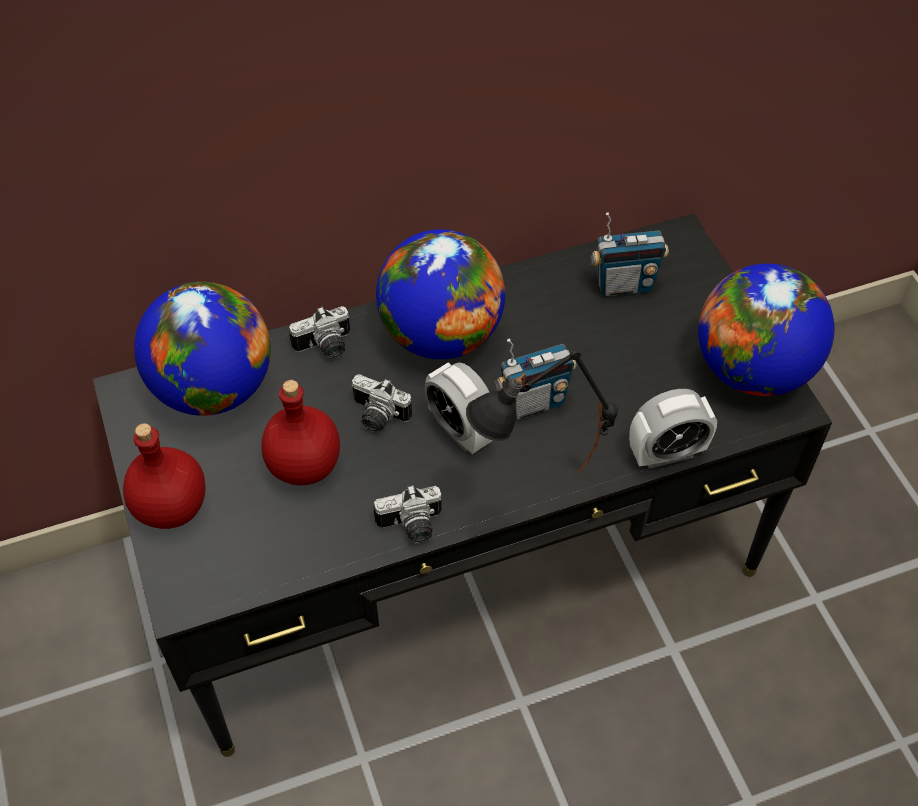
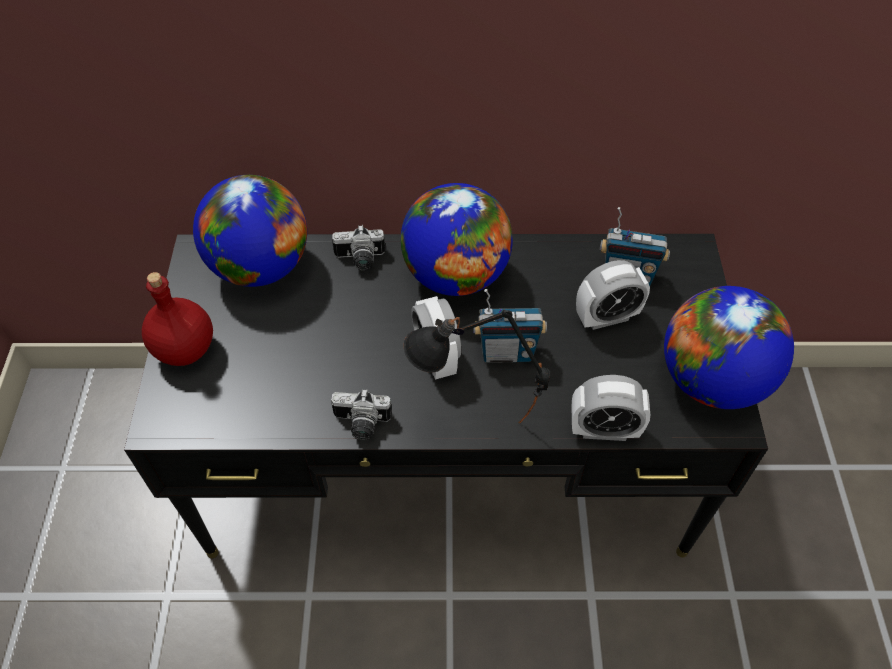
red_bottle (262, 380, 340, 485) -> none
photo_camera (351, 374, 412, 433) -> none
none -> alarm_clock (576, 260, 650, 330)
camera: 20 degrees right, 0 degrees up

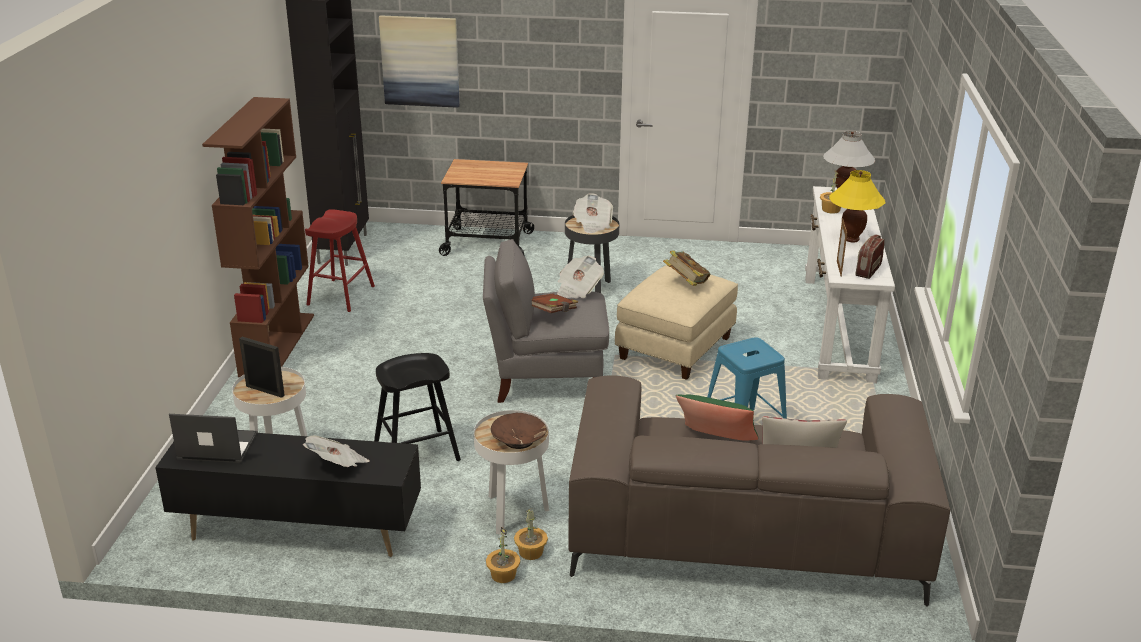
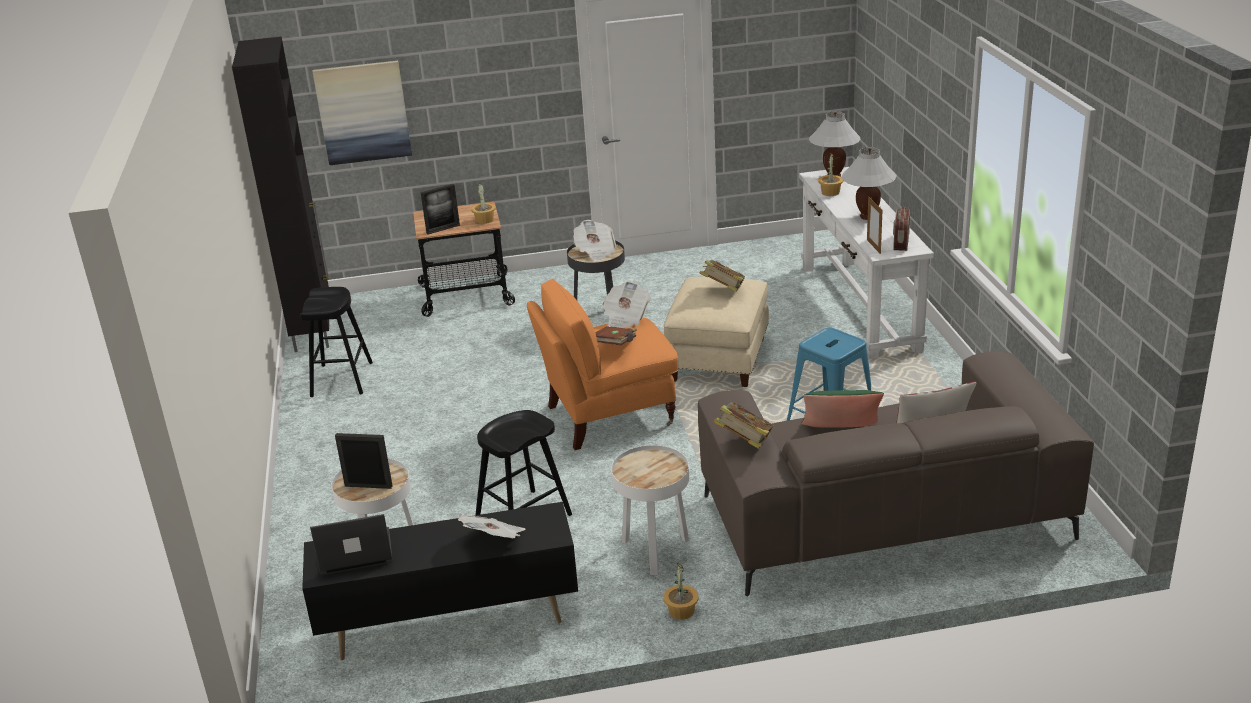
brown_bookcase (202, 97, 314, 377) -> none
red_stool (305, 209, 375, 312) -> black_stool (300, 287, 373, 397)
grey_armchair (483, 239, 609, 403) -> orange_armchair (527, 279, 679, 450)
brown_bowl (491, 413, 547, 449) -> none
potted_plant (514, 508, 548, 560) -> potted_plant (471, 182, 496, 224), moved
yellow_table_lamp (829, 170, 885, 243) -> white_table_lamp (841, 147, 897, 220)
none -> picture_frame (421, 184, 460, 234)
none -> book (713, 402, 773, 449)
camera: 15 degrees left, 0 degrees up

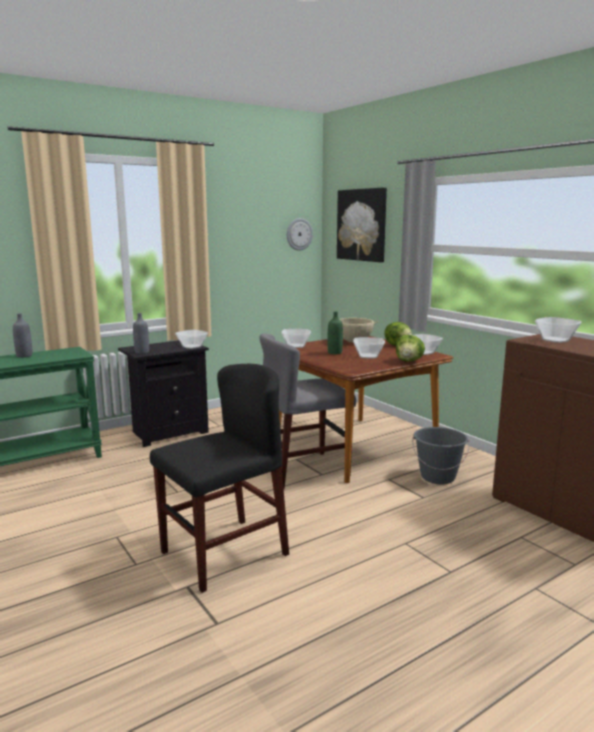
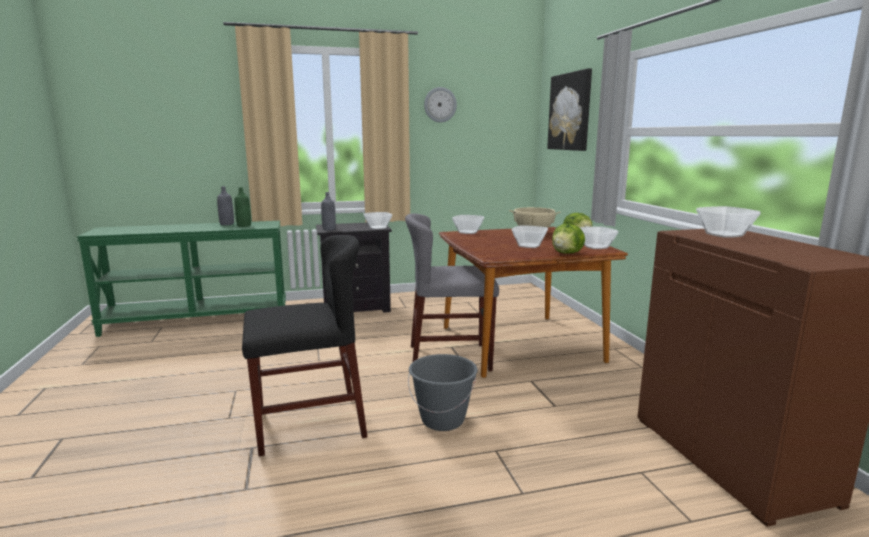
wall_clock (287, 218, 313, 251) -> wall_clock (424, 87, 457, 122), moved
green_bottle (327, 311, 343, 354) -> green_bottle (234, 187, 251, 227), moved
grey_bucket (412, 427, 469, 484) -> grey_bucket (408, 354, 478, 431), moved
camera: 20 degrees right, 0 degrees up

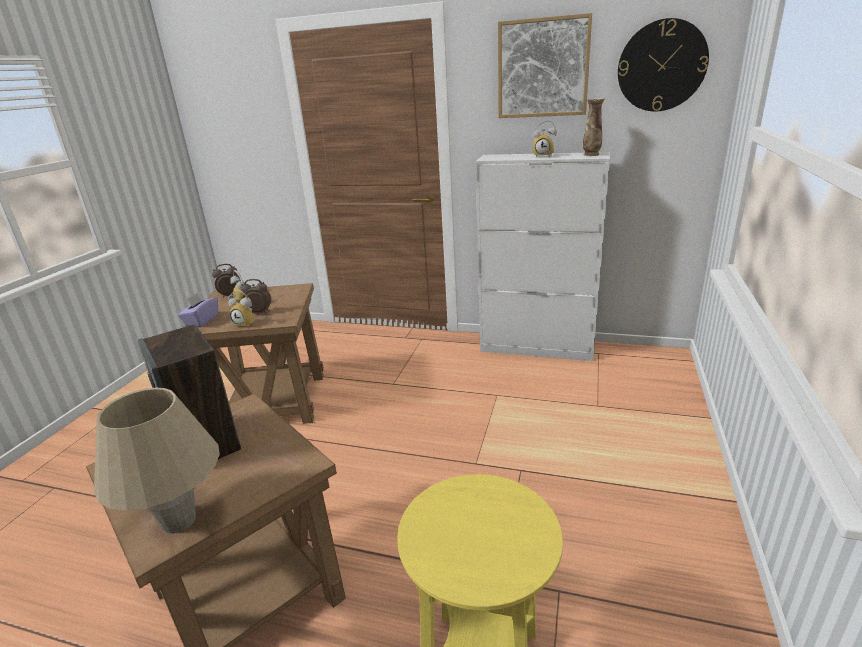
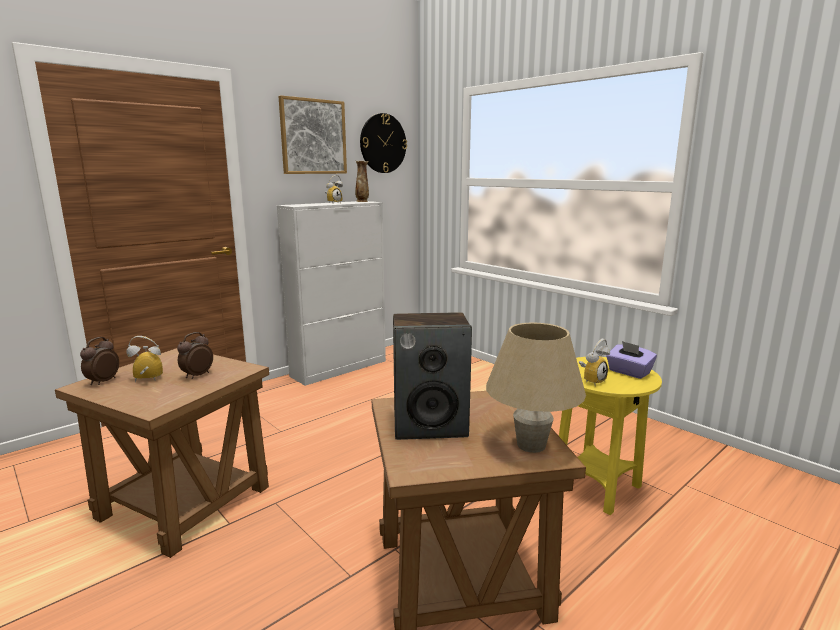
purple_tissue_box (178, 293, 218, 327) -> purple_tissue_box (606, 341, 657, 379), moved
alarm_clock (228, 290, 255, 328) -> alarm_clock (579, 339, 610, 384), moved
camera: 60 degrees left, 10 degrees down

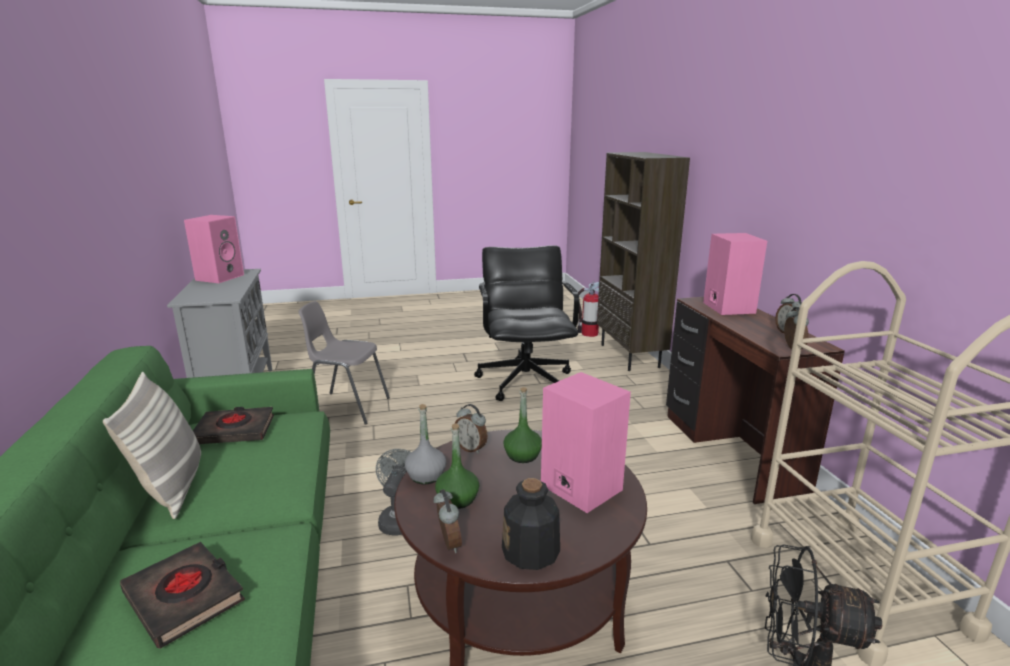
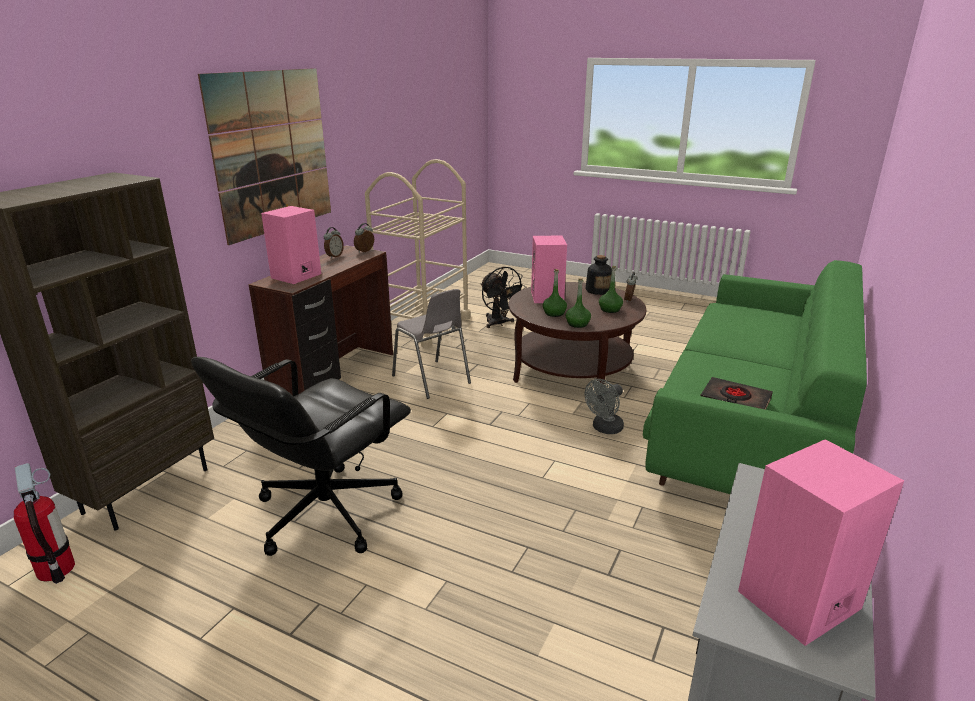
pillow (103, 372, 201, 519) -> none
black_book (120, 542, 245, 649) -> none
grey_chair (298, 301, 390, 424) -> grey_chair (392, 289, 471, 399), moved
grey_bottle (405, 404, 446, 484) -> none
alarm_clock (454, 404, 488, 454) -> green_bottle (566, 278, 591, 328)
none -> picture (198, 68, 331, 245)
camera: 140 degrees left, 5 degrees up

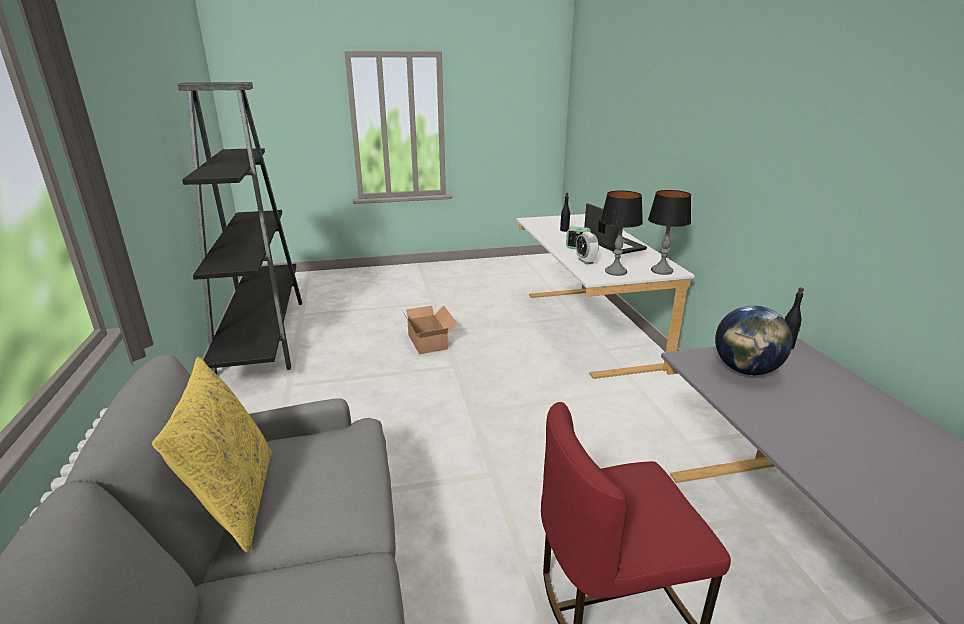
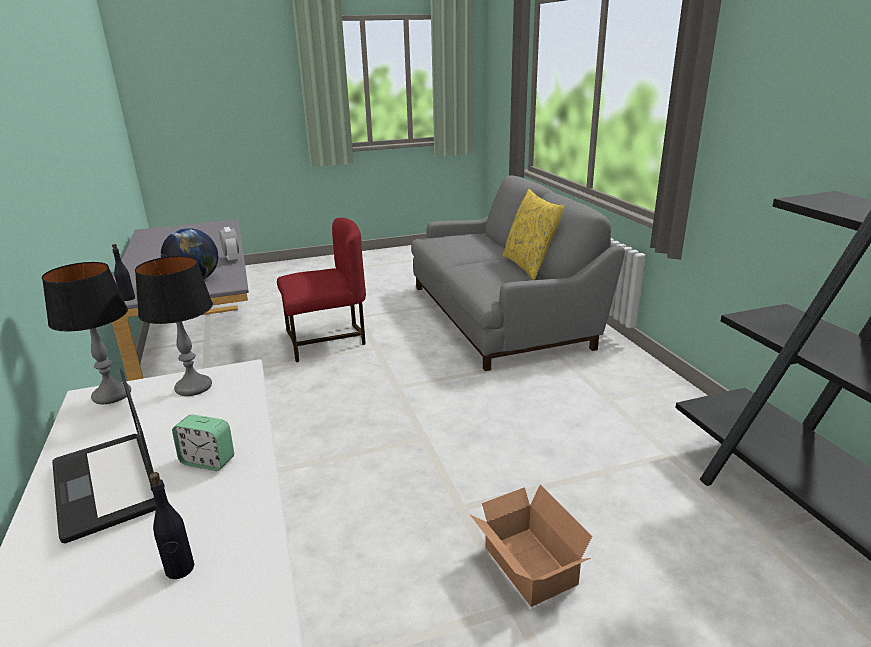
alarm_clock (576, 232, 599, 265) -> alarm_clock (219, 227, 239, 263), moved
camera: 175 degrees right, 0 degrees up

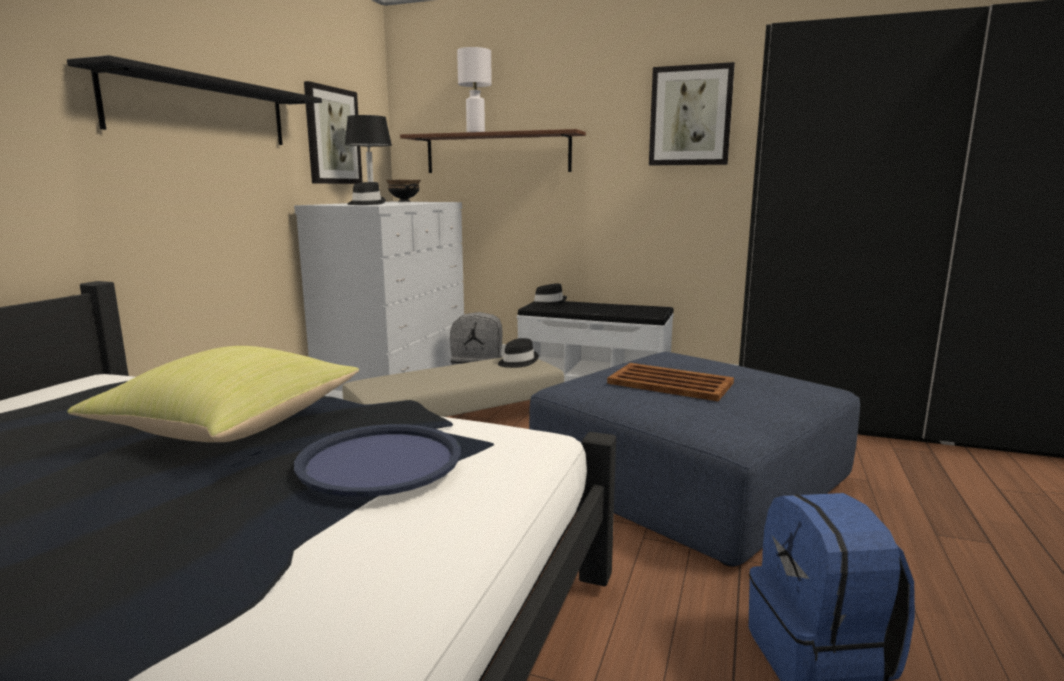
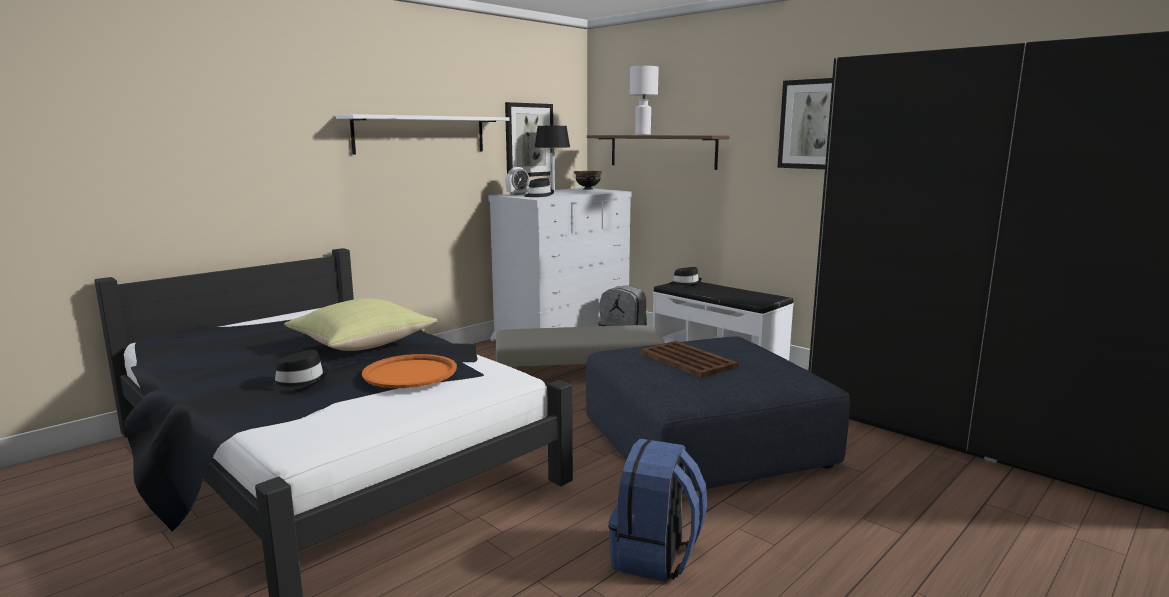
black_shelf (67, 55, 322, 145) -> white_shelf (336, 114, 509, 155)
blue_tray (294, 424, 461, 497) -> orange_tray (362, 354, 457, 388)
black_hat (498, 338, 539, 368) -> black_hat (268, 350, 329, 391), moved
none -> alarm_clock (506, 167, 529, 195)
camera: 25 degrees right, 0 degrees up

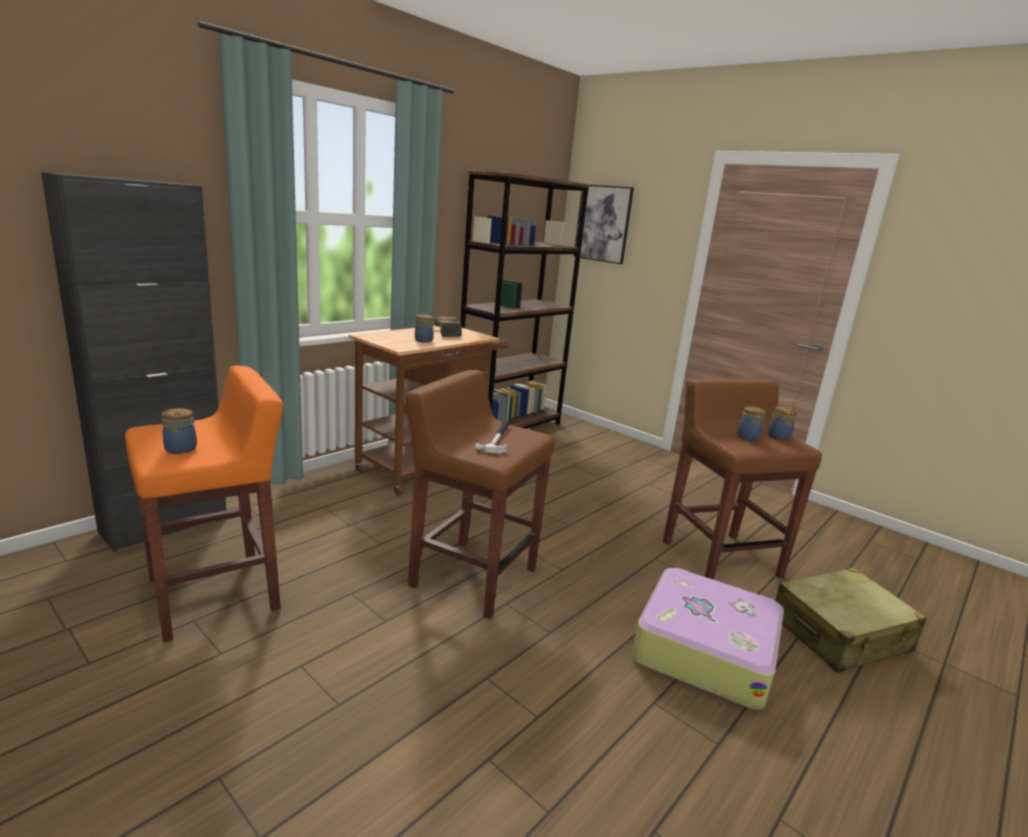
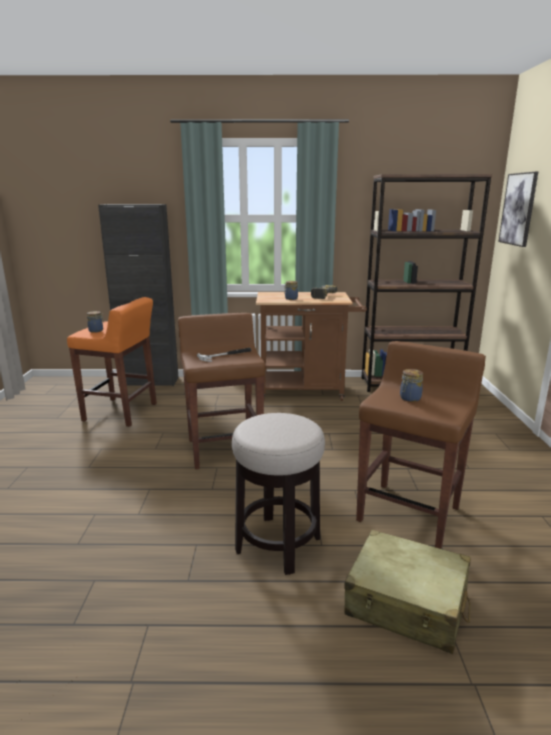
suitcase (632, 568, 784, 710) -> stool (232, 413, 325, 575)
jar (768, 406, 797, 441) -> none
camera: 50 degrees right, 0 degrees up

